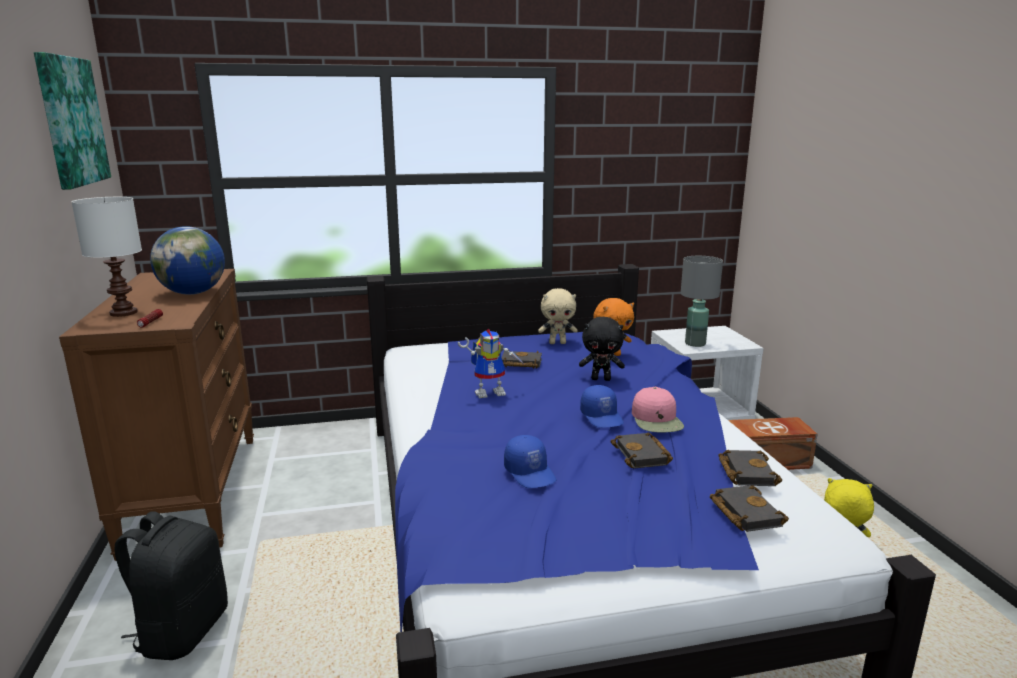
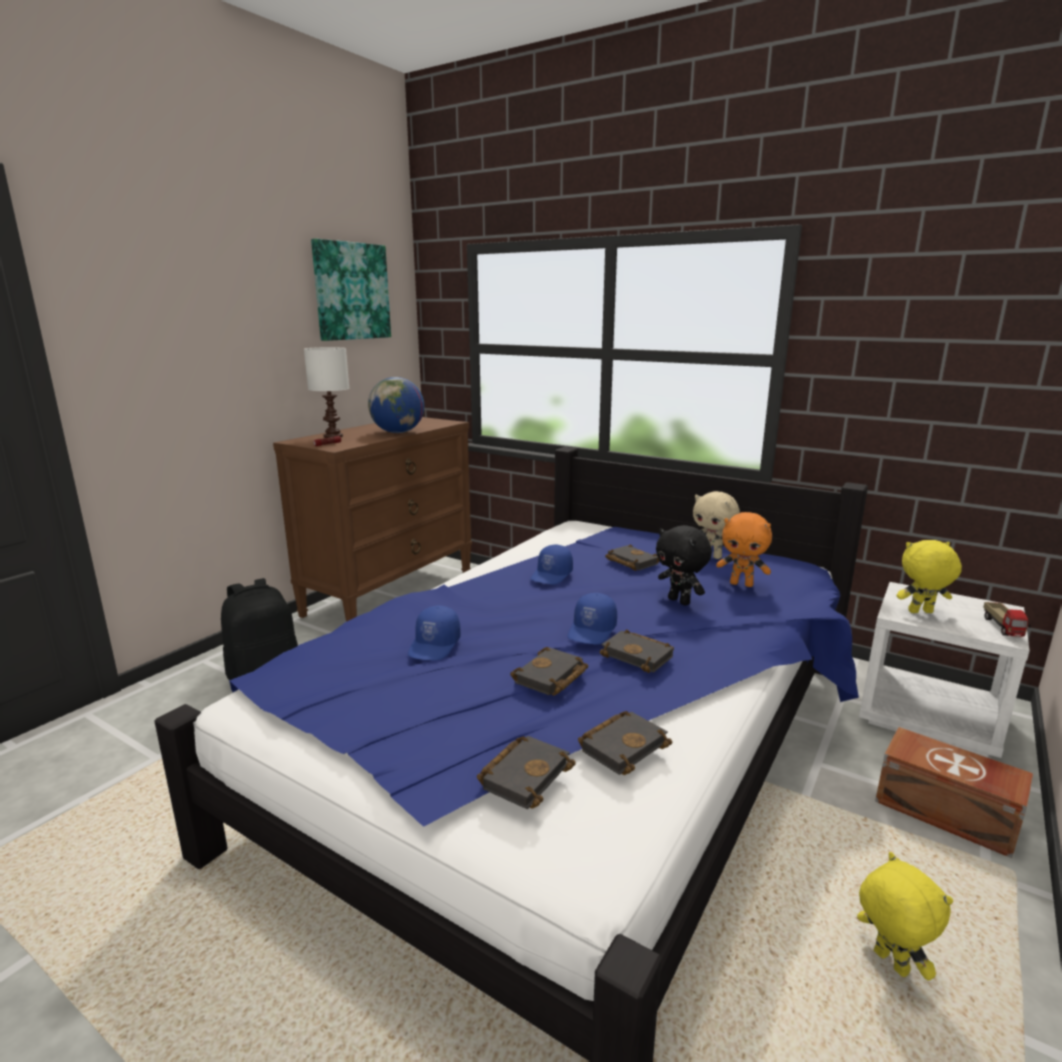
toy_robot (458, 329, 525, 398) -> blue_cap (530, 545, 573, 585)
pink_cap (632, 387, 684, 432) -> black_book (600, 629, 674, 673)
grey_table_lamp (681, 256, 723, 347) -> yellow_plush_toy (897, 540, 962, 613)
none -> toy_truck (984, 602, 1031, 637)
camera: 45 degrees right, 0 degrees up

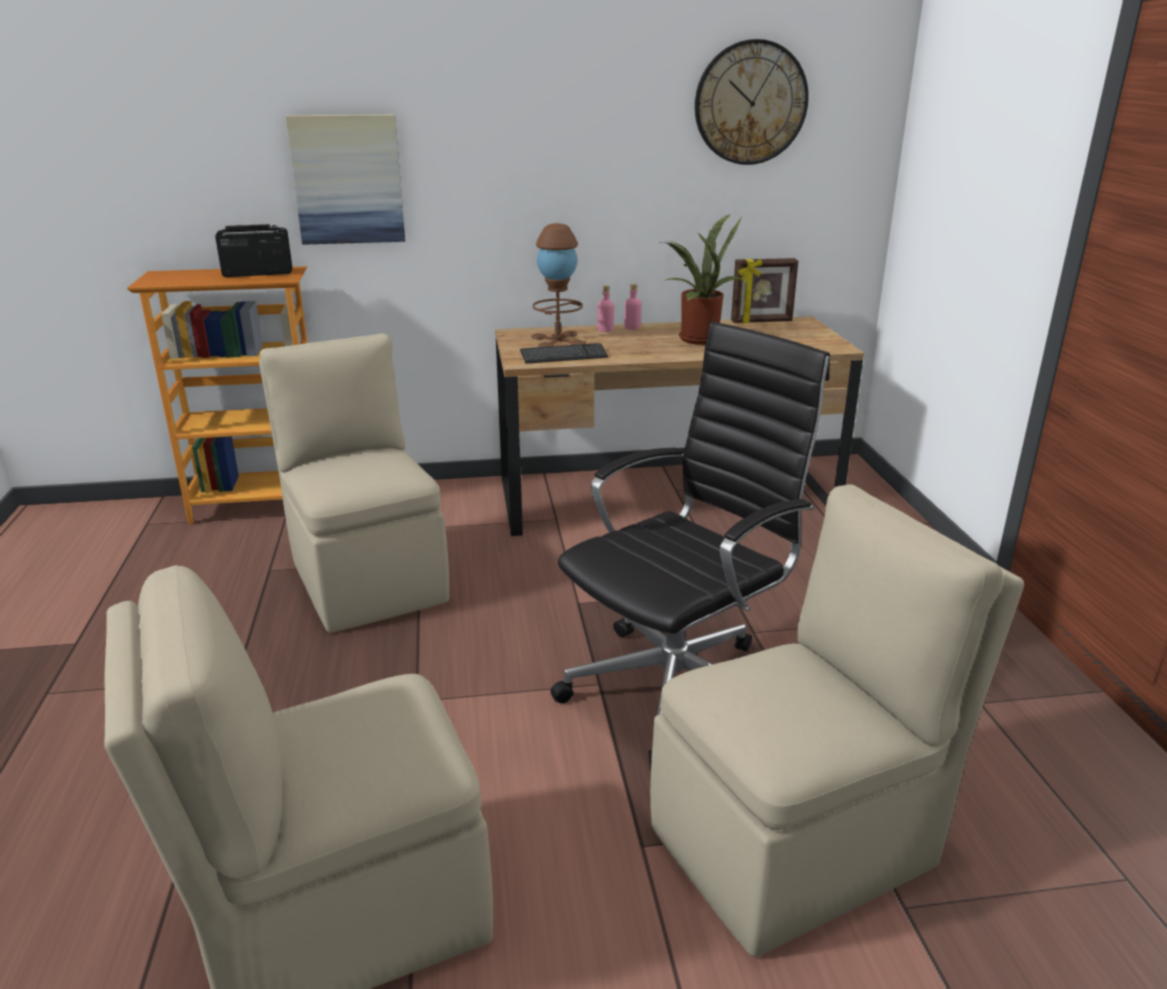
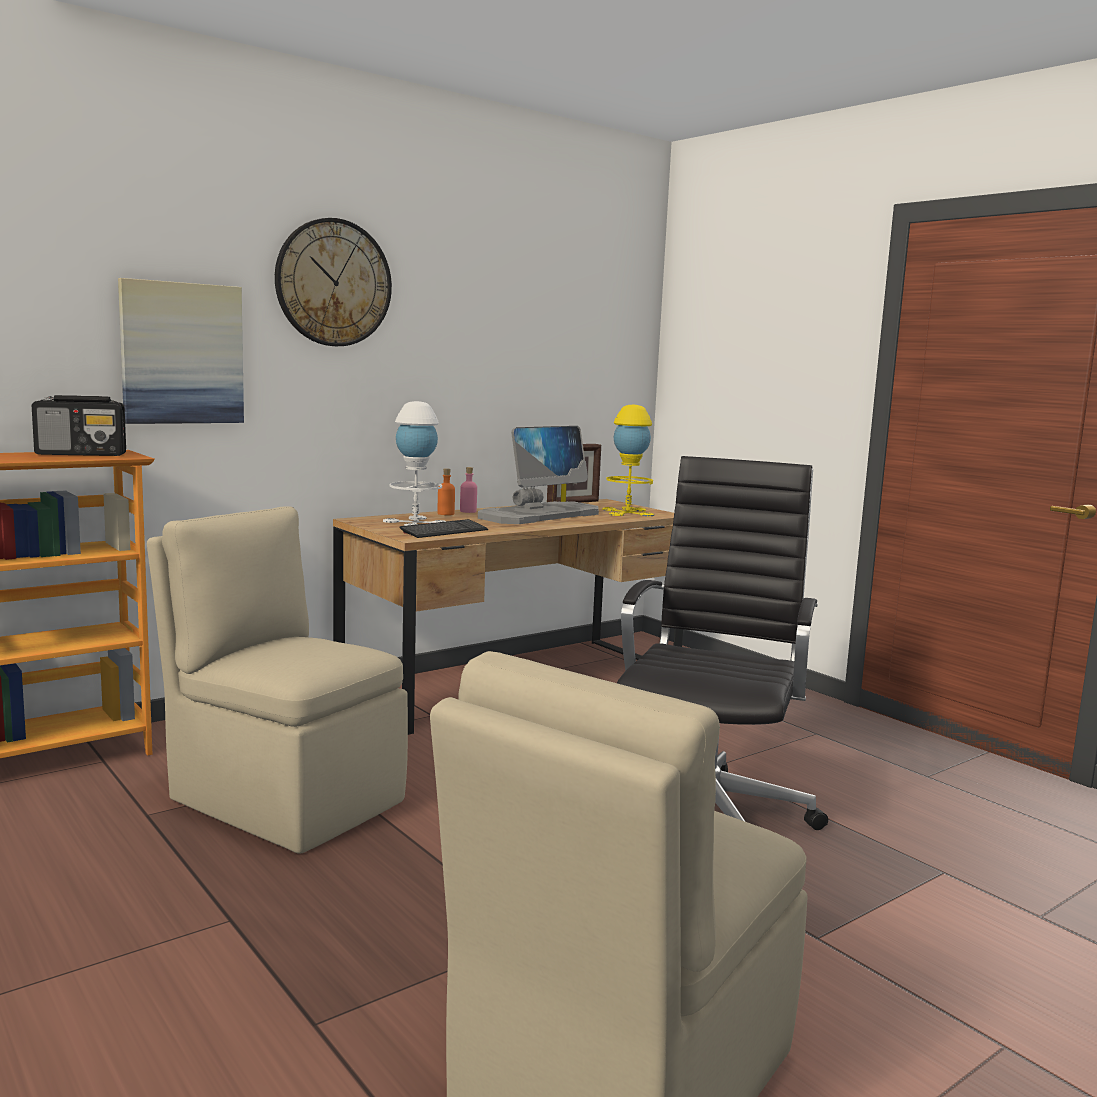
radio (215, 224, 292, 277) -> radio (32, 395, 126, 456), 150 degrees counterclockwise
brown_table_lamp (531, 223, 586, 347) -> white_table_lamp (383, 401, 446, 526)
pink_bottle (597, 285, 614, 332) -> orange_bottle (438, 468, 455, 515)
beige_chair (650, 484, 1024, 957) -> none
potted_plant (658, 214, 744, 345) -> monitor (478, 426, 599, 524)
wall_clock (695, 39, 809, 165) -> wall_clock (275, 218, 392, 346), moved
none -> yellow_table_lamp (602, 405, 654, 516)
camera: 30 degrees left, 15 degrees down

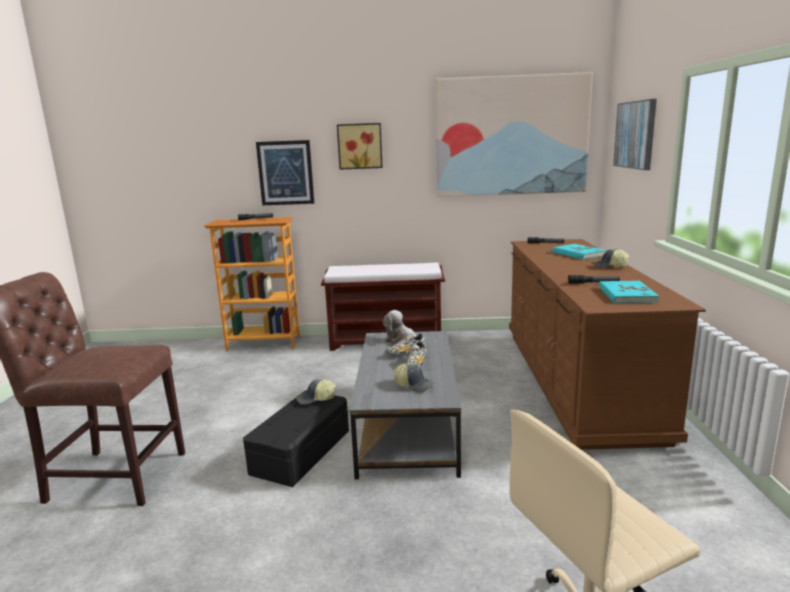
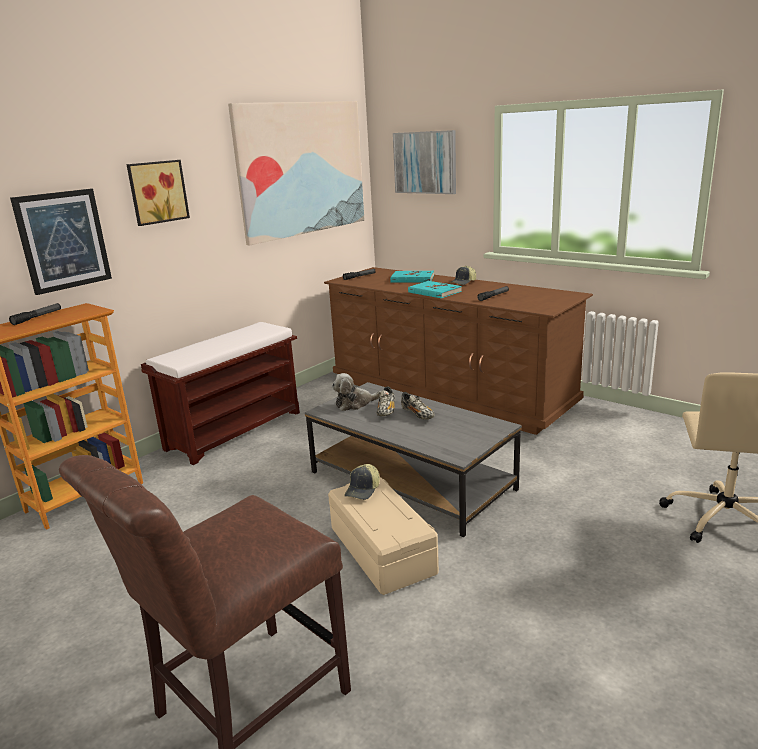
black_storage_box (243, 390, 349, 487) -> beige_storage_box (328, 477, 439, 595)
cap (394, 363, 435, 393) -> none
turquoise_book (599, 281, 659, 304) -> turquoise_book (408, 281, 462, 299), moved
camera: 50 degrees left, 5 degrees up

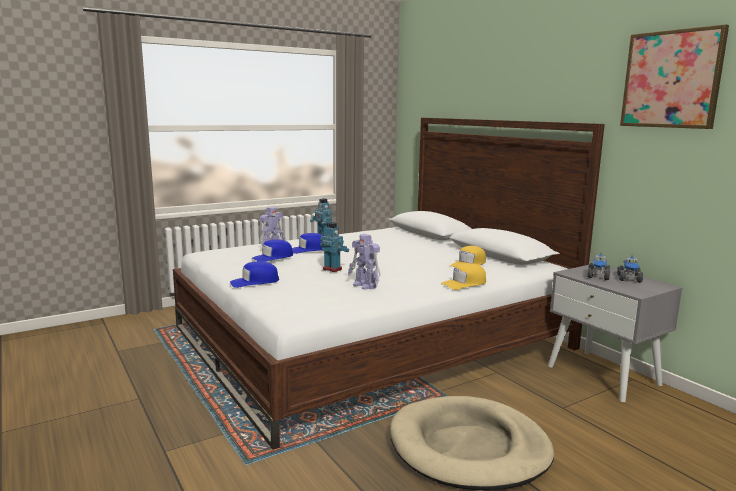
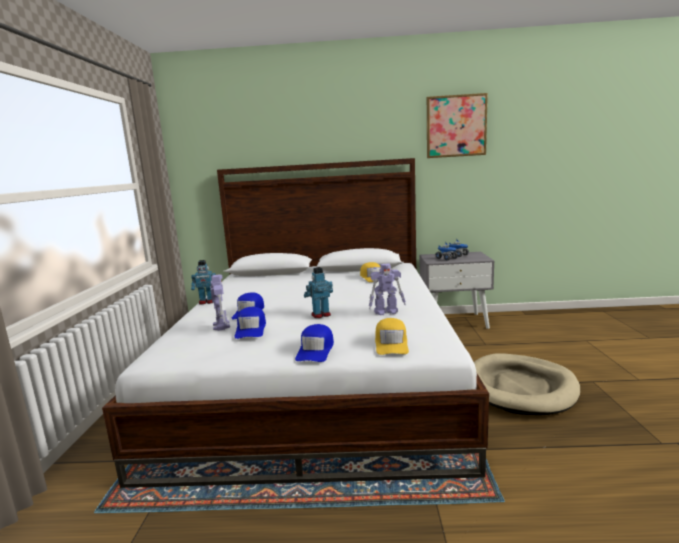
yellow_cap (441, 263, 486, 290) -> yellow_cap (375, 318, 409, 355), moved
camera: 55 degrees left, 0 degrees up

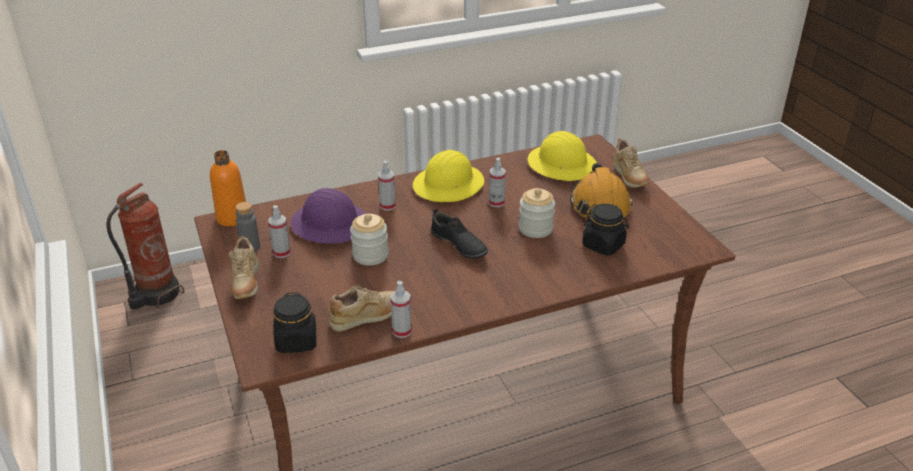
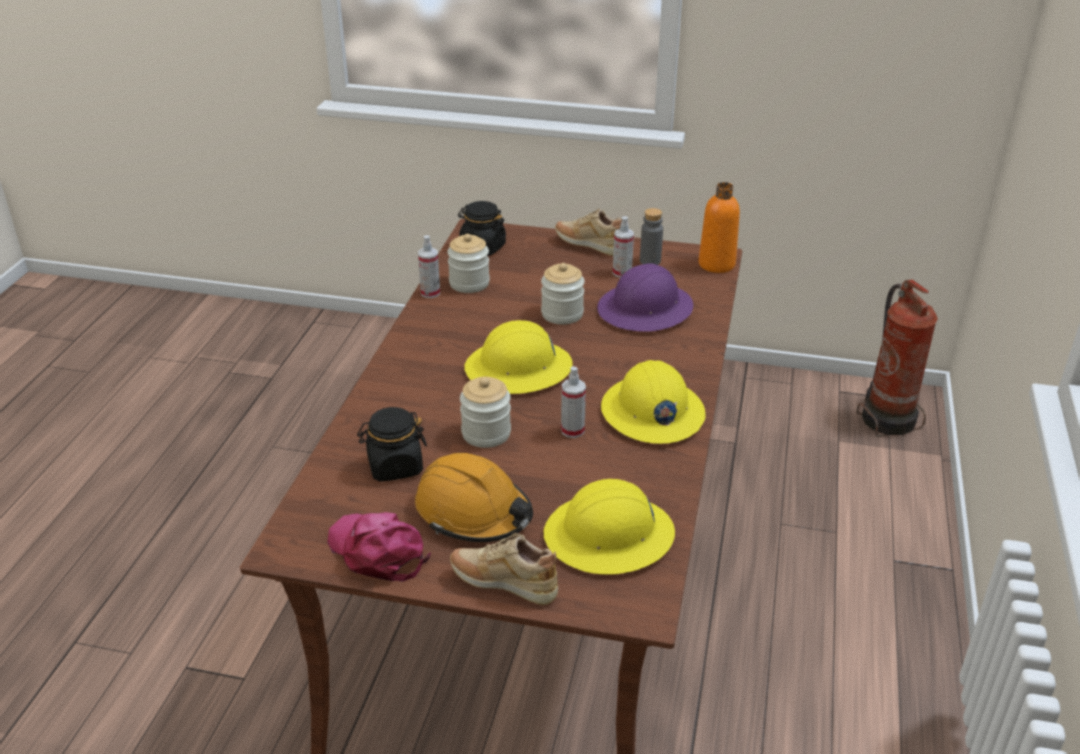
beige_shoe (329, 285, 395, 332) -> jar (447, 234, 490, 293)
spray_bottle (378, 161, 396, 211) -> none
black_shoe (431, 208, 488, 259) -> yellow_hard_hat (464, 320, 573, 394)
none -> pink_cap (327, 512, 431, 582)
camera: 125 degrees right, 0 degrees up

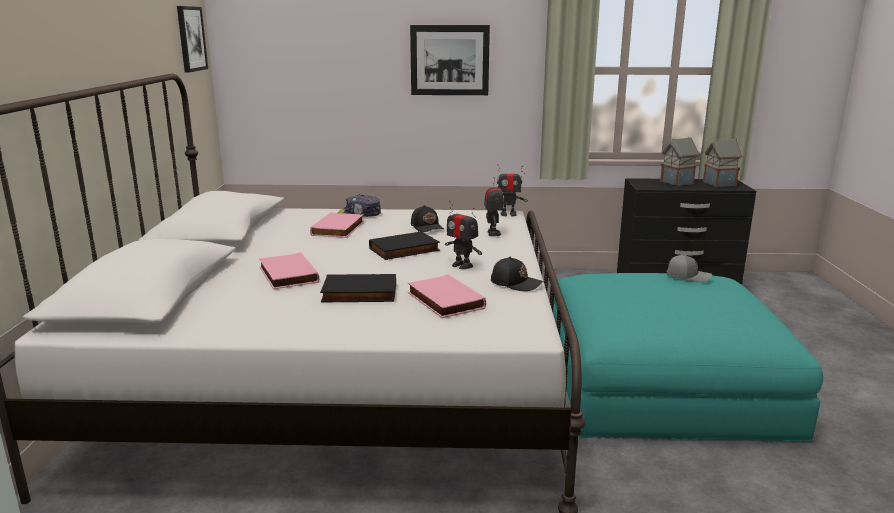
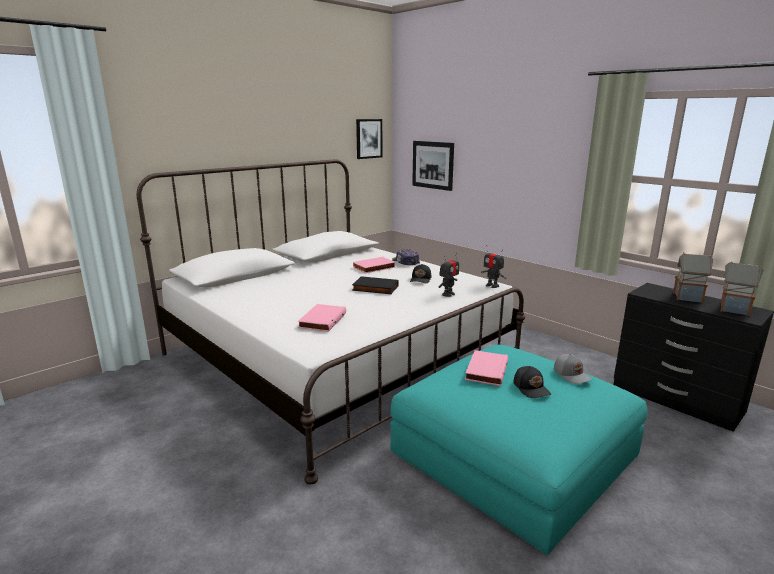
pink_book (259, 252, 319, 289) -> pink_book (465, 350, 508, 386), moved
black_book (320, 274, 396, 302) -> none
picture (410, 25, 490, 95) -> picture (412, 141, 454, 191), moved
toy_robot (445, 201, 482, 269) -> none
black_cap (491, 257, 543, 291) -> black_cap (513, 366, 551, 398), moved
camera: 45 degrees right, 0 degrees up

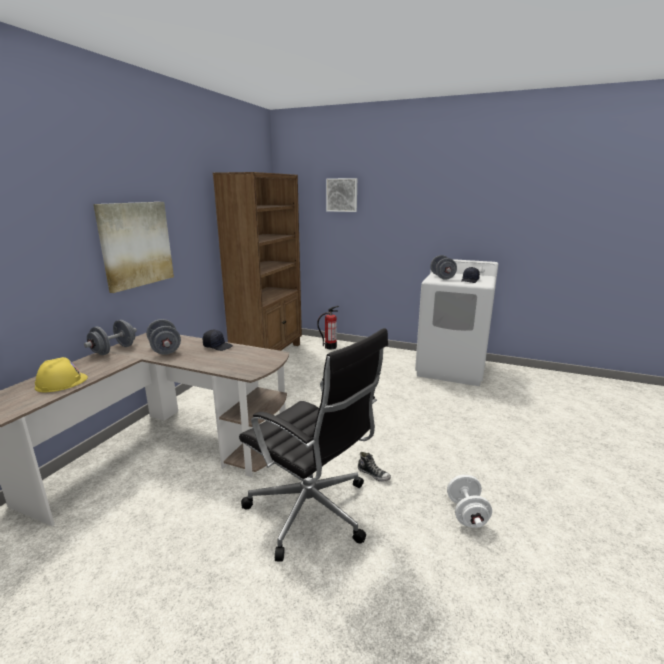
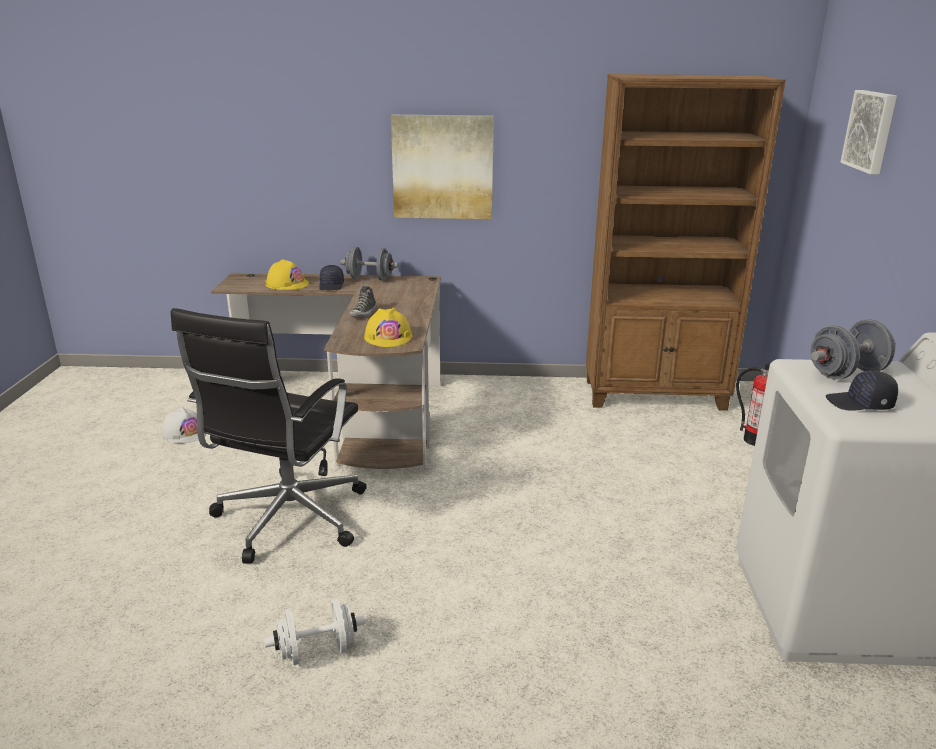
grey_dumbbell (146, 319, 181, 355) -> none
black_cap (203, 330, 233, 351) -> black_cap (319, 265, 344, 290), moved
shoe (358, 452, 391, 481) -> shoe (350, 285, 376, 317), moved
none -> white_hard_hat (161, 407, 206, 443)
none -> yellow_hard_hat (364, 308, 413, 347)
camera: 70 degrees right, 5 degrees up

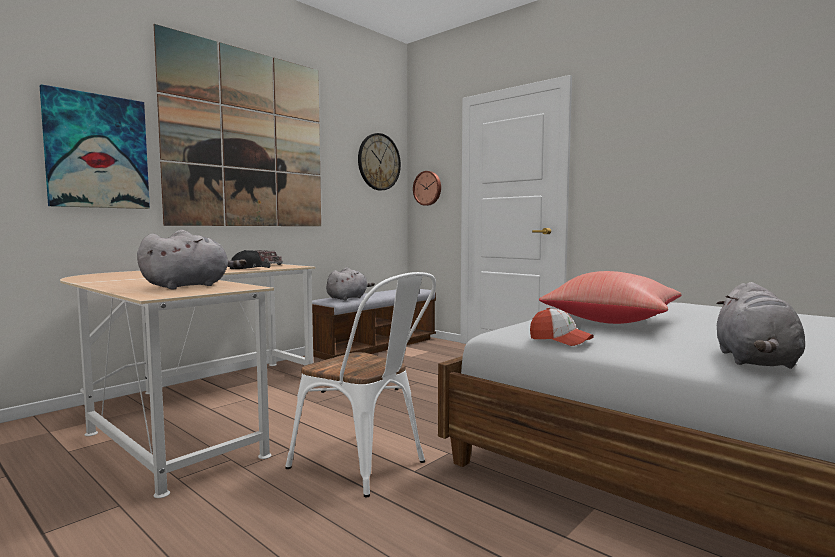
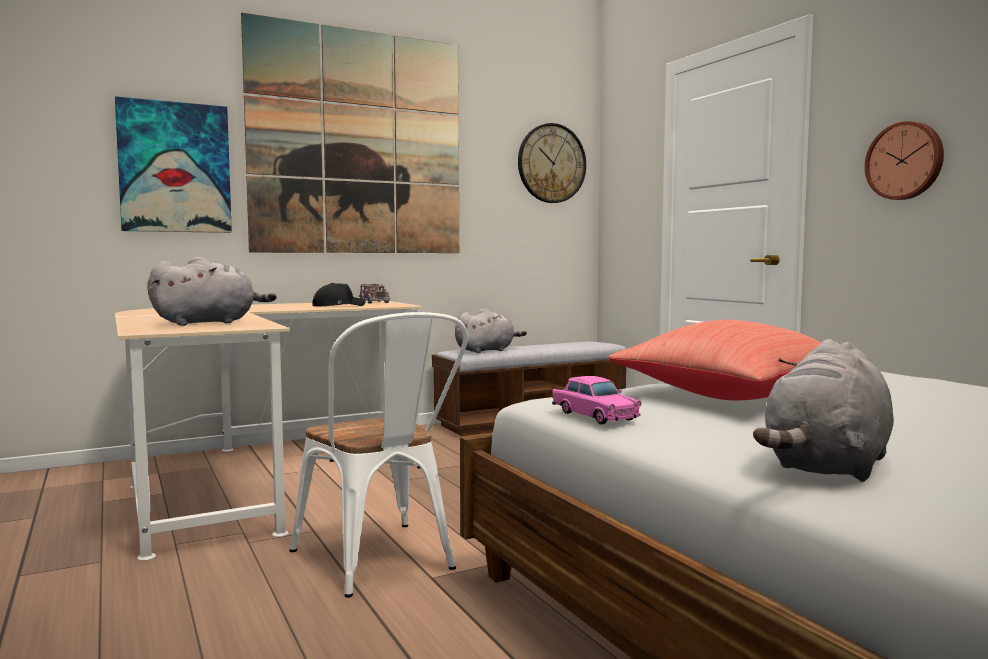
wall_clock (413, 171, 441, 206) -> wall_clock (864, 121, 944, 200), moved
cap (530, 308, 594, 346) -> pink_toy_car (552, 376, 642, 424)
camera: 20 degrees right, 0 degrees up

